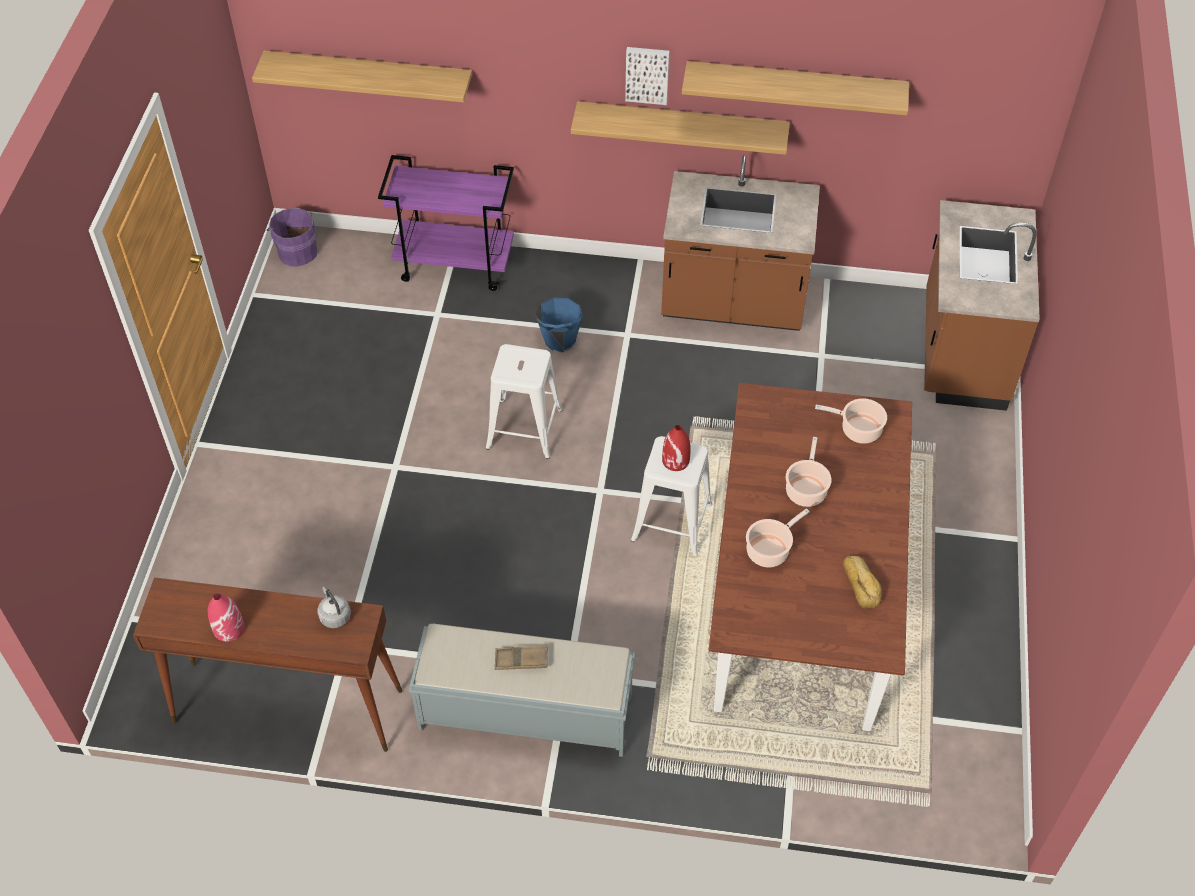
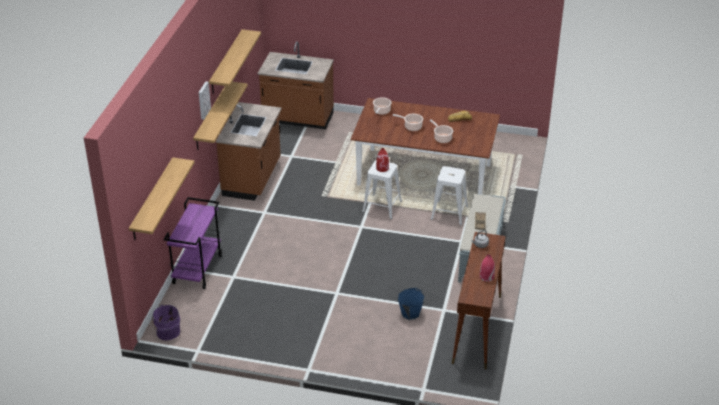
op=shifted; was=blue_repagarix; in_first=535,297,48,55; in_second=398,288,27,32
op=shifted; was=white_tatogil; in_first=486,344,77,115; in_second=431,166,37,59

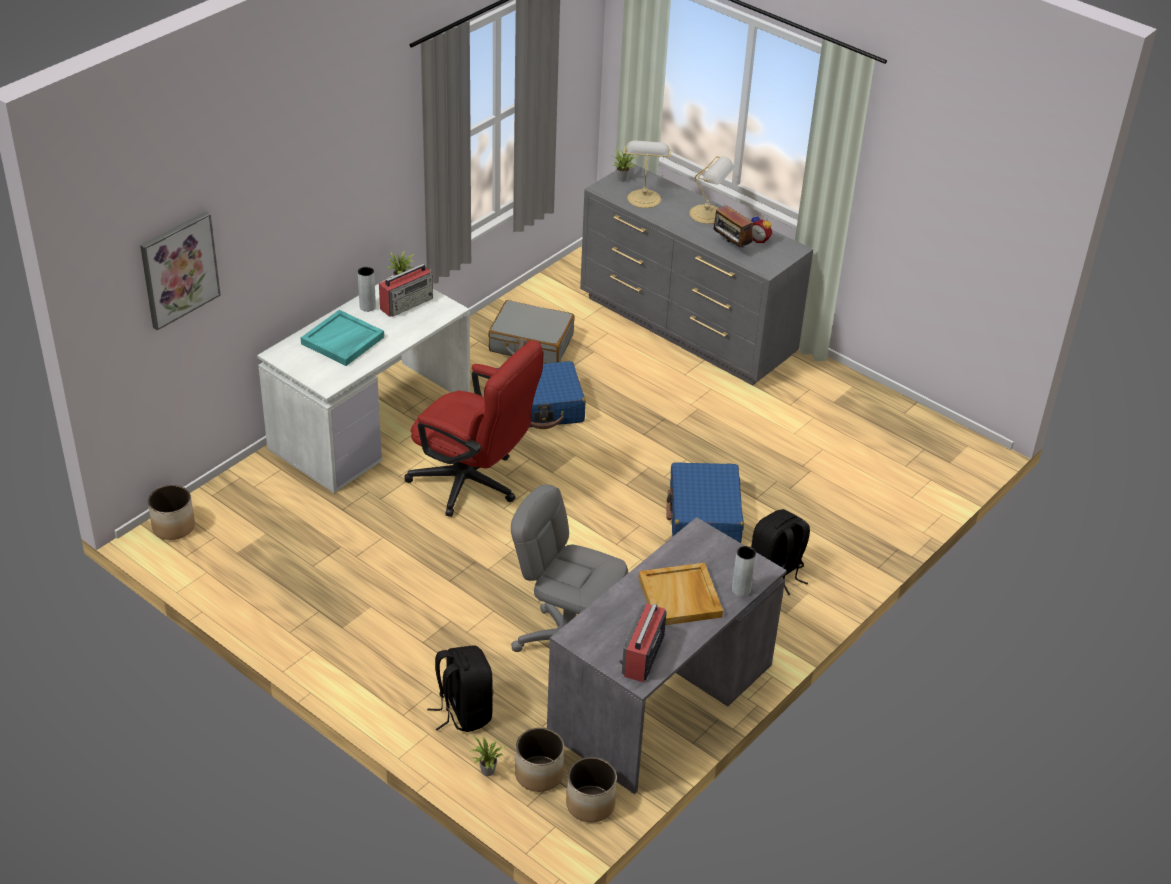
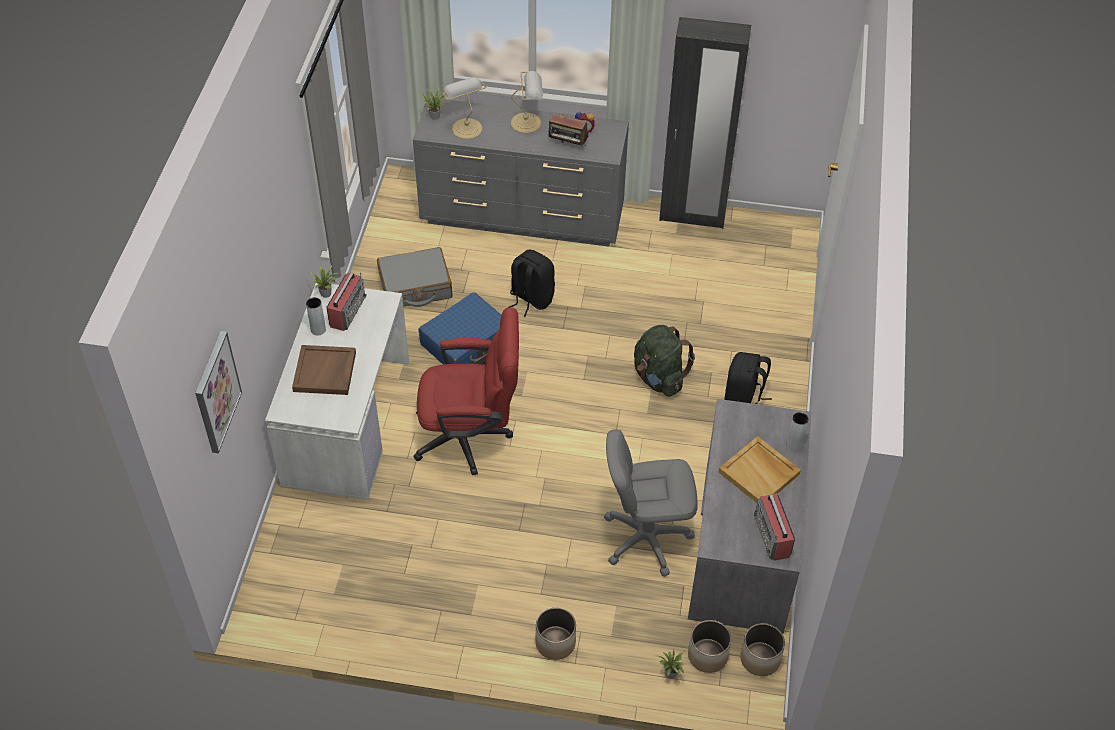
op=repainted; was=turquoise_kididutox; now=brown_kididutox; in_first=301,310,83,56; in_second=292,345,64,50
op=swapped; was=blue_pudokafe; now=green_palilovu; in_first=666,462,78,81; in_second=634,325,61,72
op=shifted; was=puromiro; in_first=148,485,47,55; in_second=535,607,41,53
op=shifted; was=black_palilovu; in_first=427,645,66,87; in_second=509,249,46,68
op=new; now=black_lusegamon; in_second=659,17,92,212

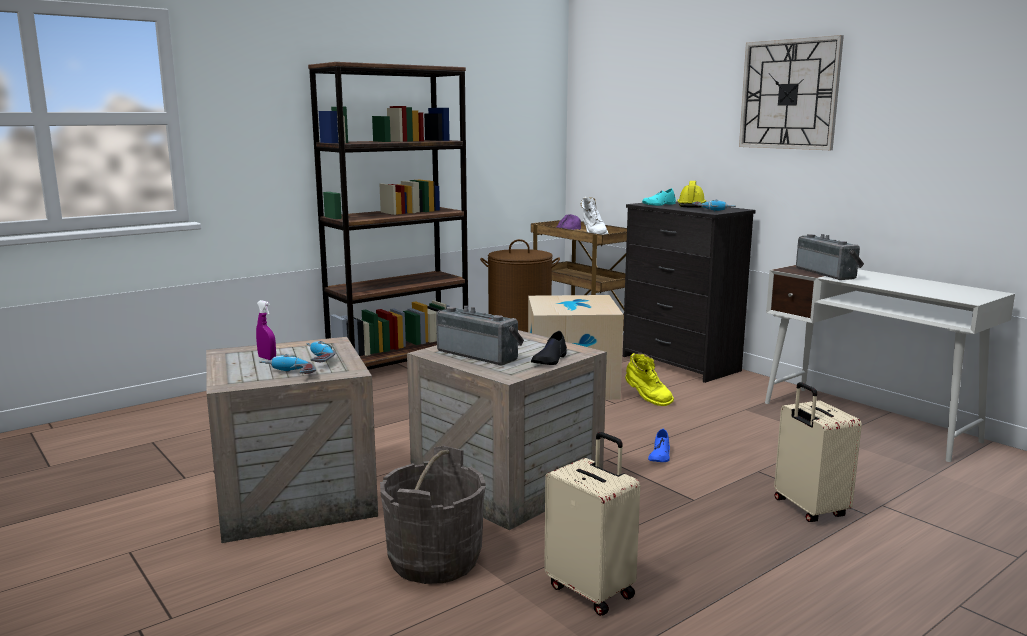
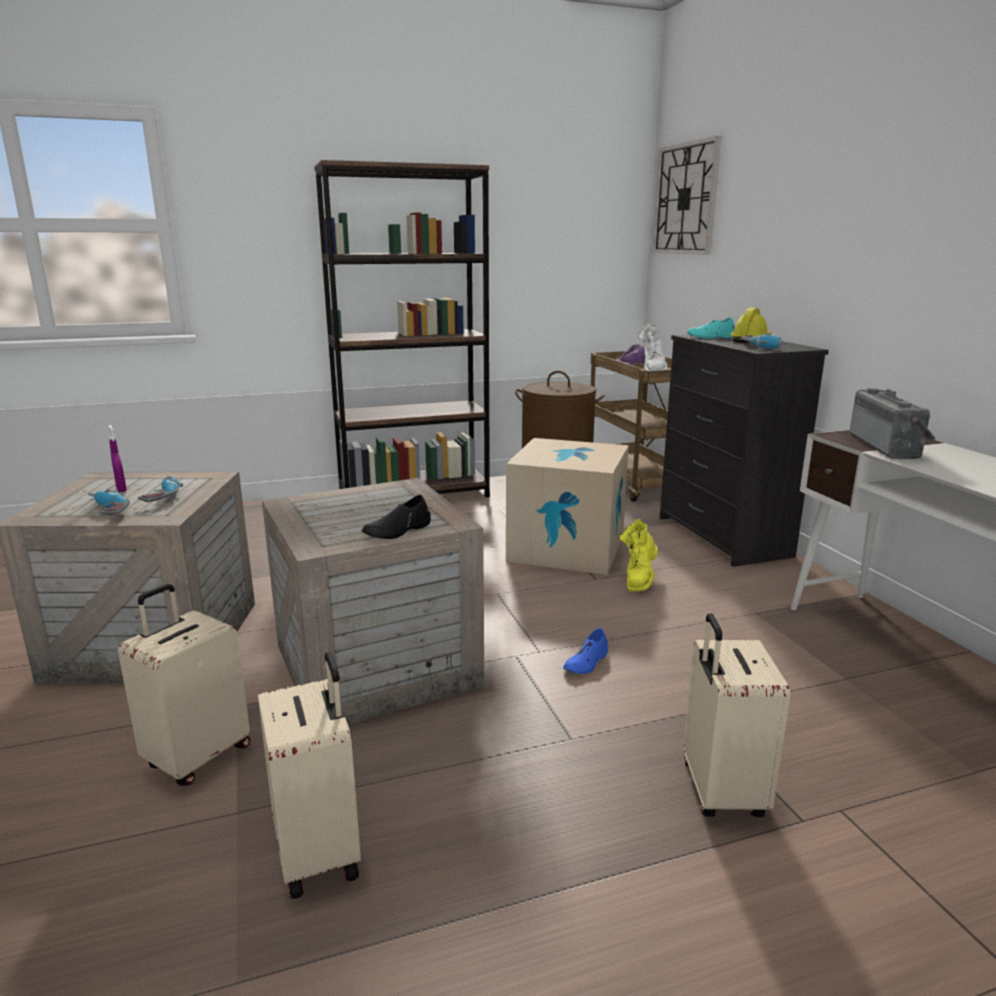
op=shifted; was=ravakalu; in_first=739,35,105,115; in_second=652,136,69,119
op=gone; was=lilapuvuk; in_first=436,306,88,60
op=rotated; was=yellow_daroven; in_first=625,353,49,53; in_second=620,519,38,73; clockwise=45
op=swapped; was=grey_repagarix; now=beige_pudokafe; in_first=380,446,106,138; in_second=118,584,133,202

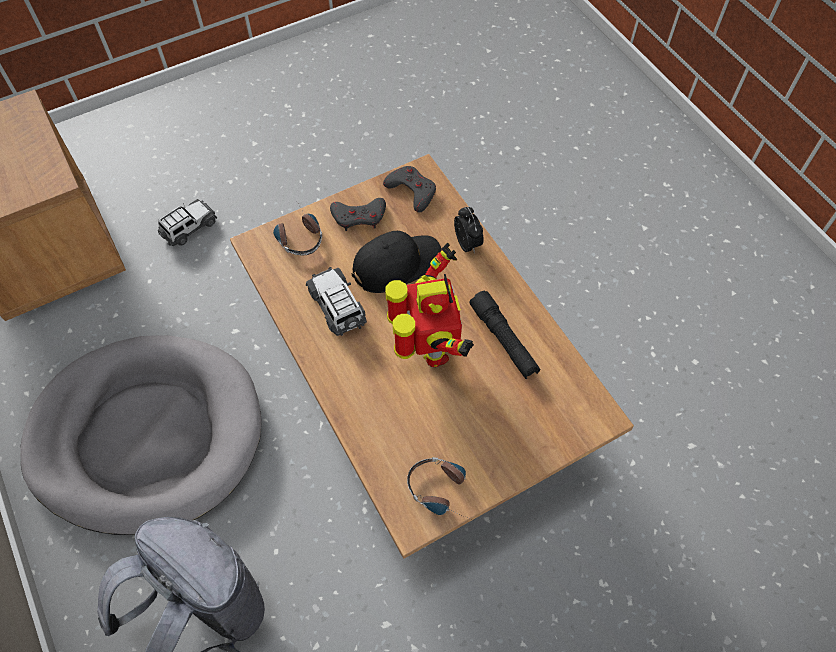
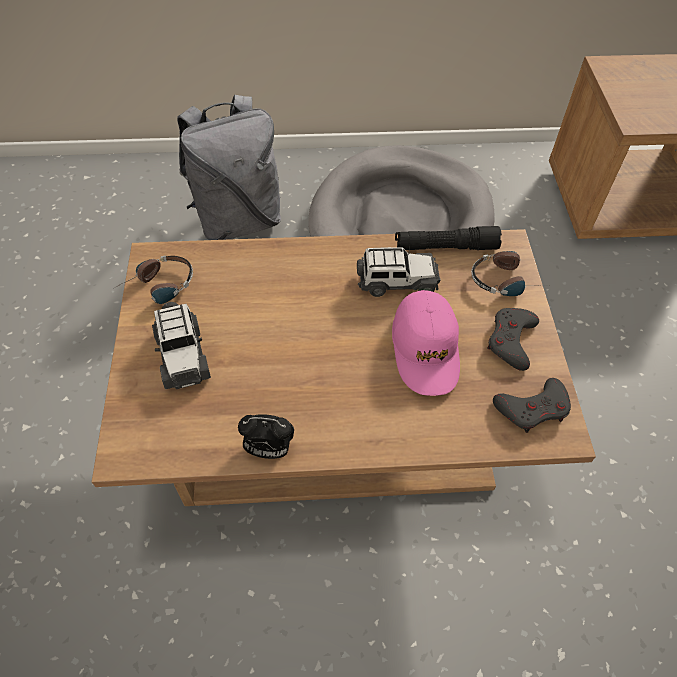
op=shifted; was=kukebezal; in_first=158,199,59,47; in_second=152,302,59,87
op=shifted; was=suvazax; in_first=454,207,30,46; in_second=238,414,56,45
op=repainted; was=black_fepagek; now=pink_fepagek; in_first=351,231,91,62; in_second=392,290,68,106
op=gone; was=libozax; in_first=385,243,89,124
op=shifted; was=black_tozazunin; in_first=469,291,71,88; in_second=395,226,107,24

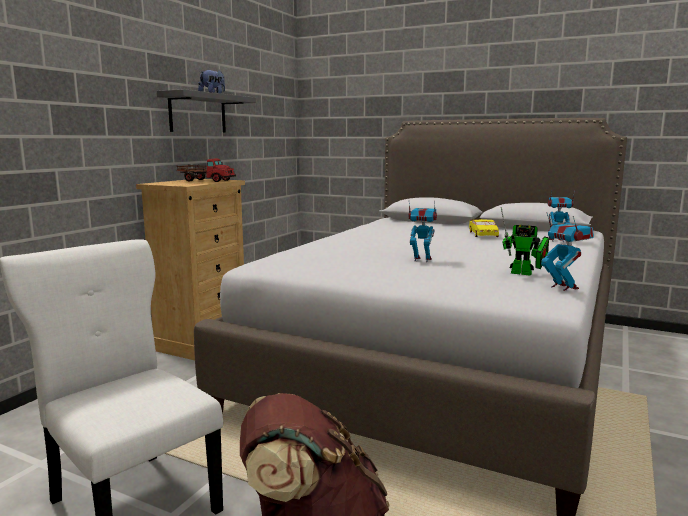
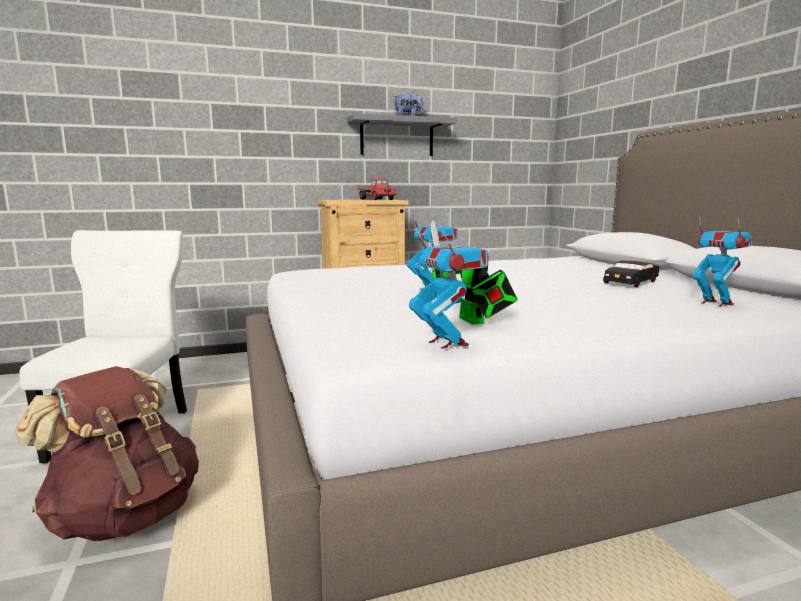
op=rotated; was=libozax; in_first=541,212,53,79; in_second=409,226,79,123; clockwise=-45
op=repainted; was=yellow_kukebezal; now=black_kukebezal; in_first=469,219,30,18; in_second=603,260,56,27

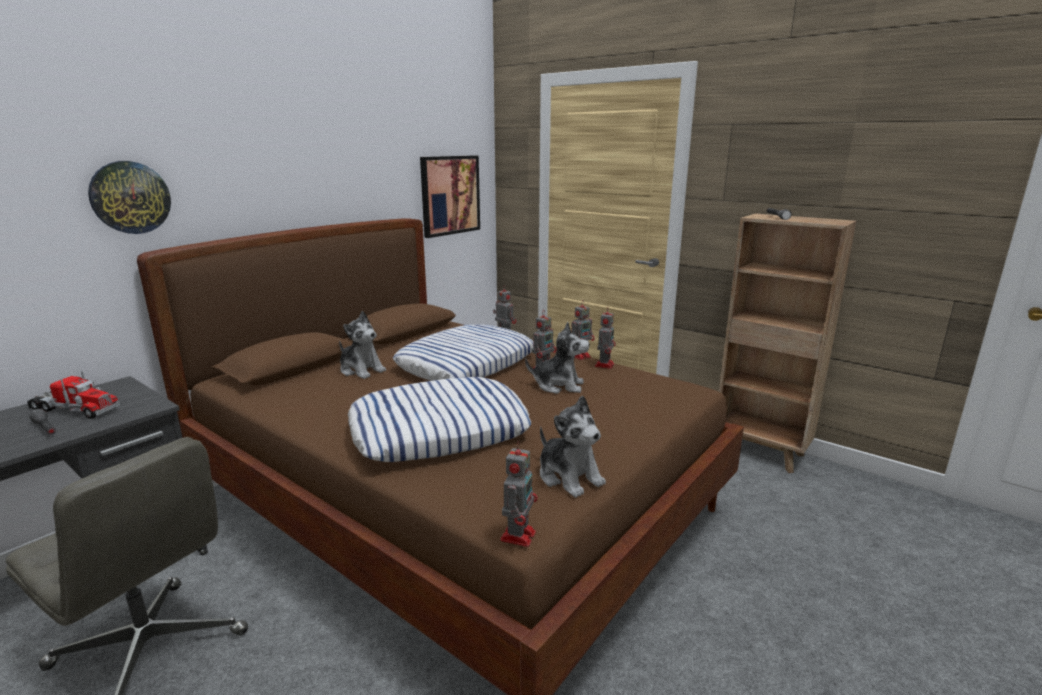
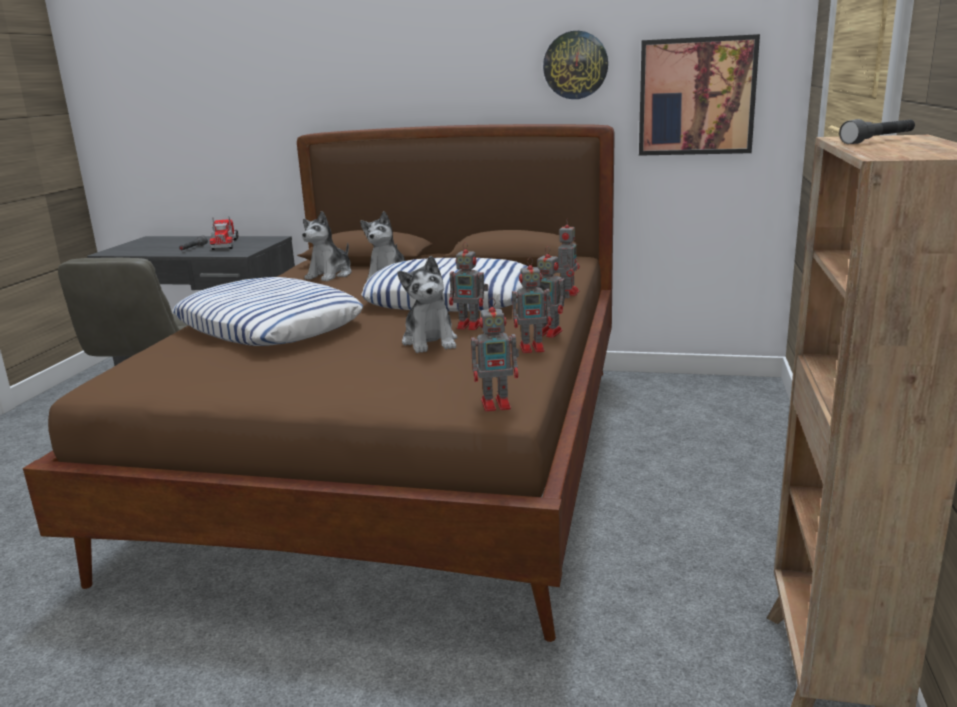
op=shifted; was=ravakalu; in_first=88,161,83,73; in_second=543,31,65,68
op=shifted; was=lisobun; in_first=540,395,66,103; in_second=302,211,49,70
op=shifted; was=libozax; in_first=500,441,38,106; in_second=471,298,48,114

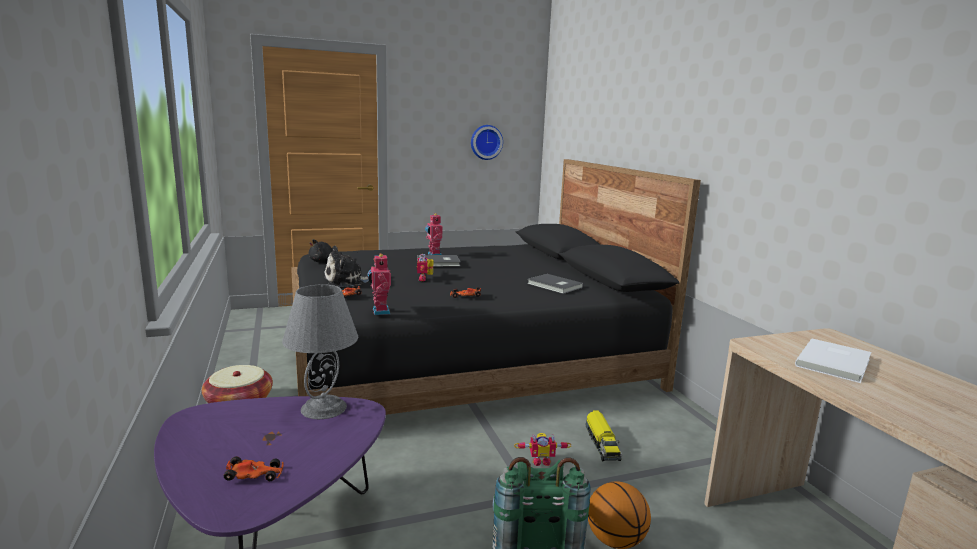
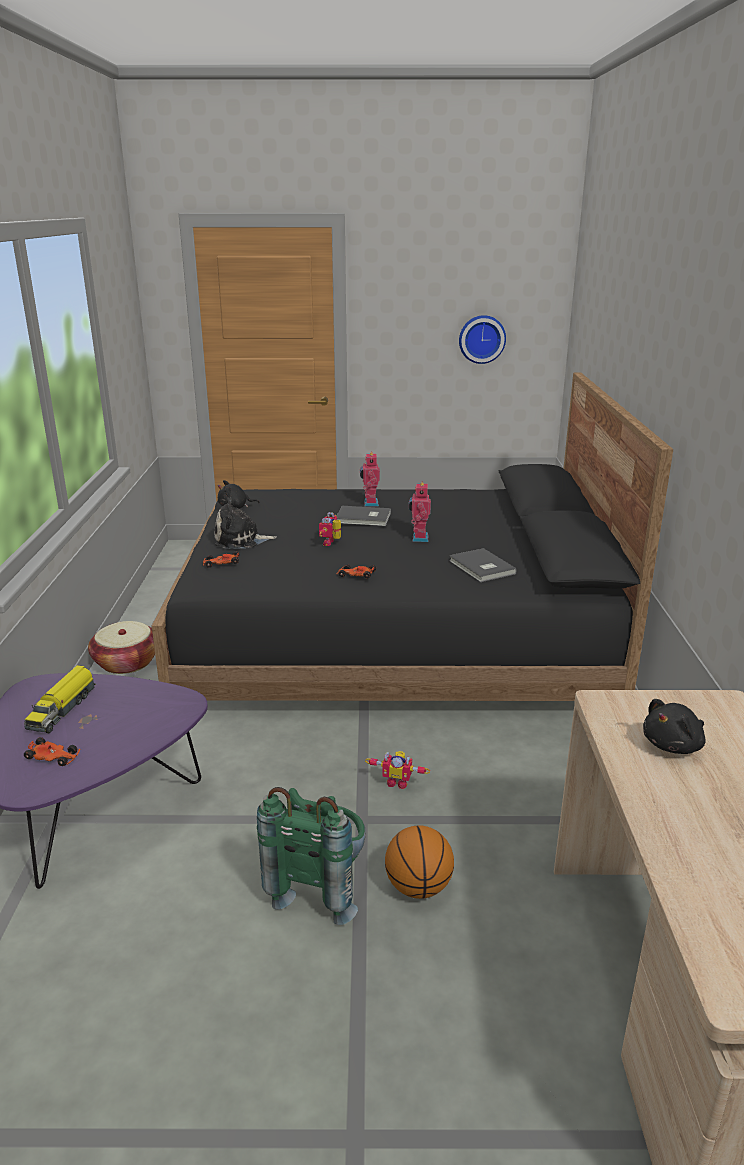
op=shifted; was=libozax; in_first=367,253,24,62; in_second=409,481,22,61
op=gone; was=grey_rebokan; in_first=282,285,76,134
op=swapped; was=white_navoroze; now=black_lisobun; in_first=795,338,76,45; in_second=643,699,63,55
op=shifted; was=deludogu; in_first=586,410,36,51; in_second=24,665,72,68

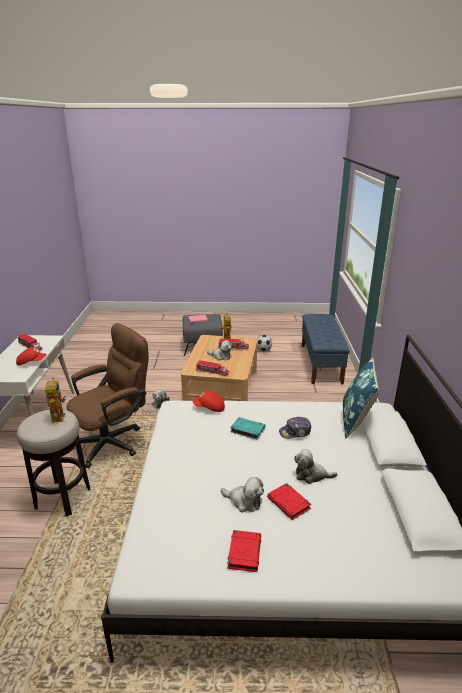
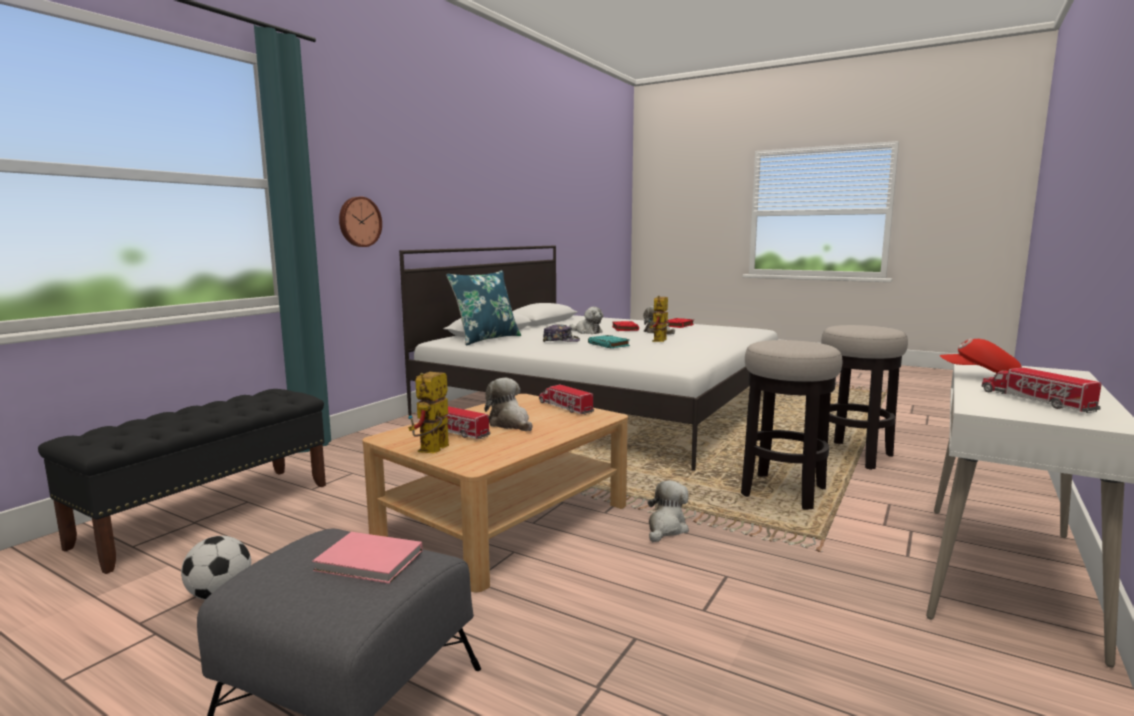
op=repainted; was=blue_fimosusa; now=black_fimosusa; in_first=302,314,48,70; in_second=38,389,288,185
op=swapped; was=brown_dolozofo; now=tatogil; in_first=66,323,83,145; in_second=741,340,101,170
op=shifted; was=libozax; in_first=45,377,21,46; in_second=649,295,21,47
op=gone; was=red_fepagek; in_first=193,391,32,21
op=new; now=ravakalu; in_second=339,197,43,50

